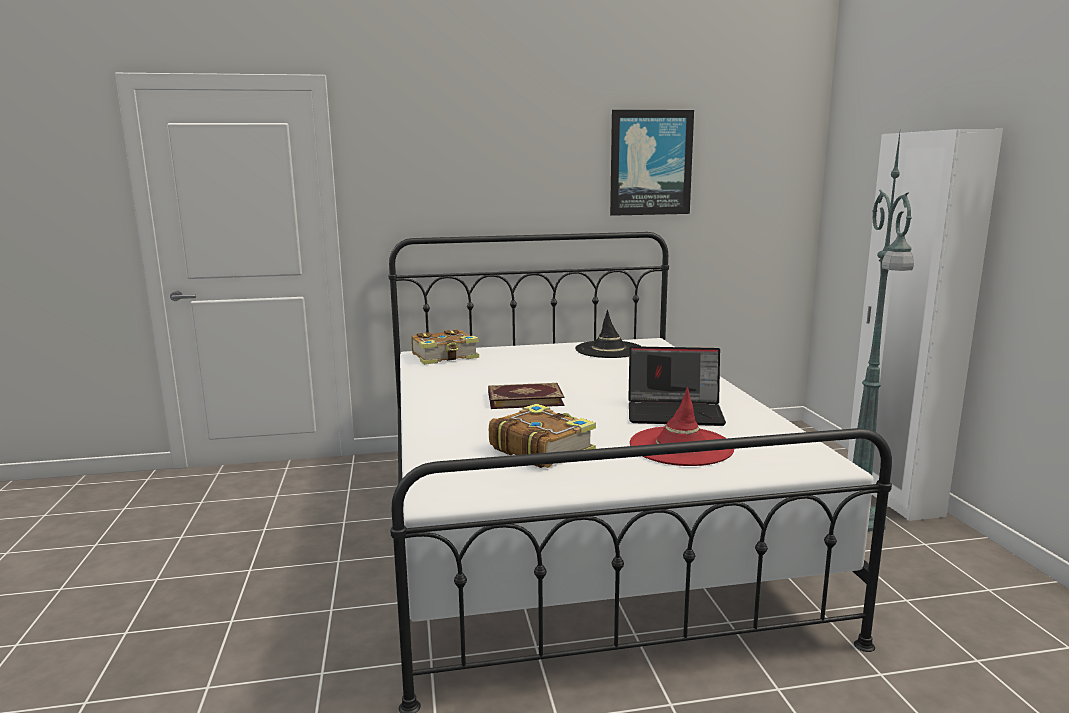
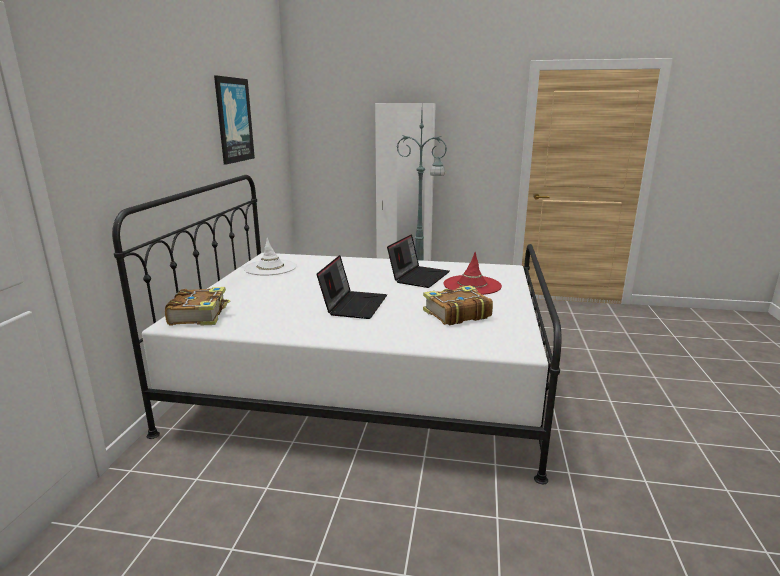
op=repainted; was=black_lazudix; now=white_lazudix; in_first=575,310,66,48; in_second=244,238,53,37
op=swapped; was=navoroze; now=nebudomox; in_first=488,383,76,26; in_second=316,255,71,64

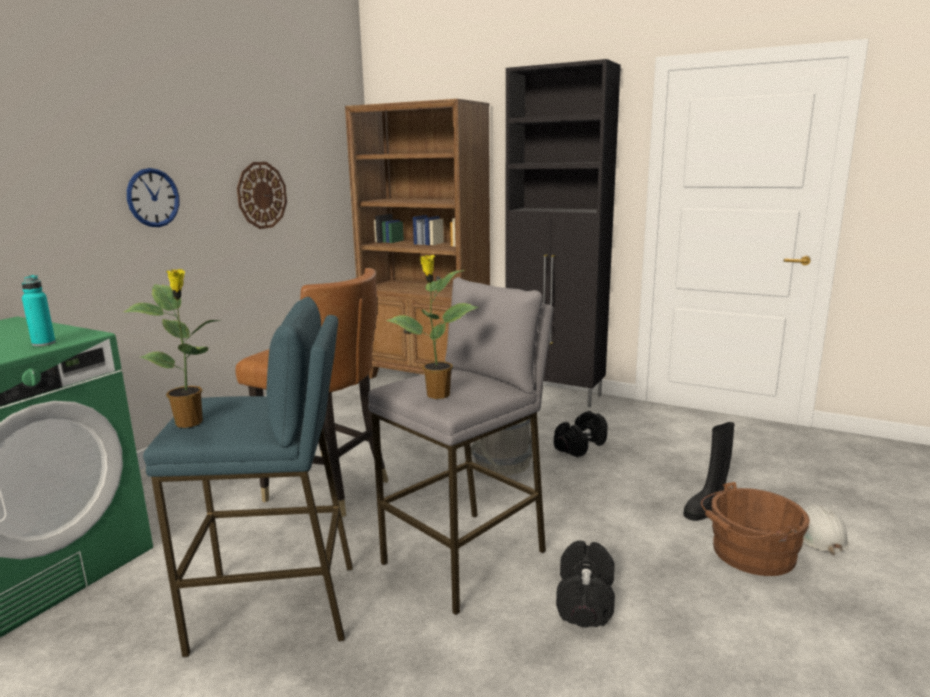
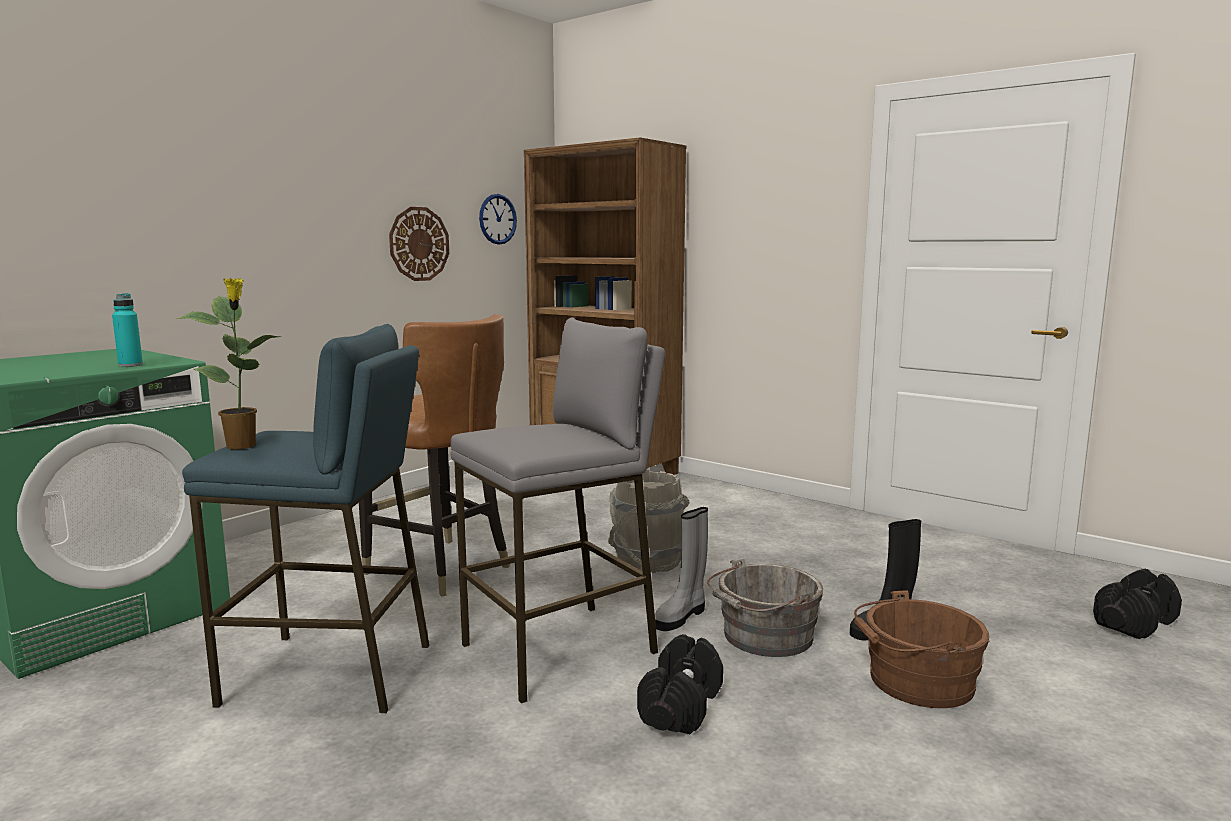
op=gone; was=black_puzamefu; in_first=505,59,116,348
op=shifted; was=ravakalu; in_first=127,168,52,59; in_second=479,194,38,51
op=gone; was=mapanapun; in_first=386,255,92,144
op=shifted; was=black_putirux; in_first=554,411,54,46; in_second=1093,569,89,70
op=gone; was=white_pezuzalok; in_first=803,504,47,51
op=new; now=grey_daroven; in_second=655,507,53,124
op=new; now=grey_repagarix; in_second=707,557,116,100

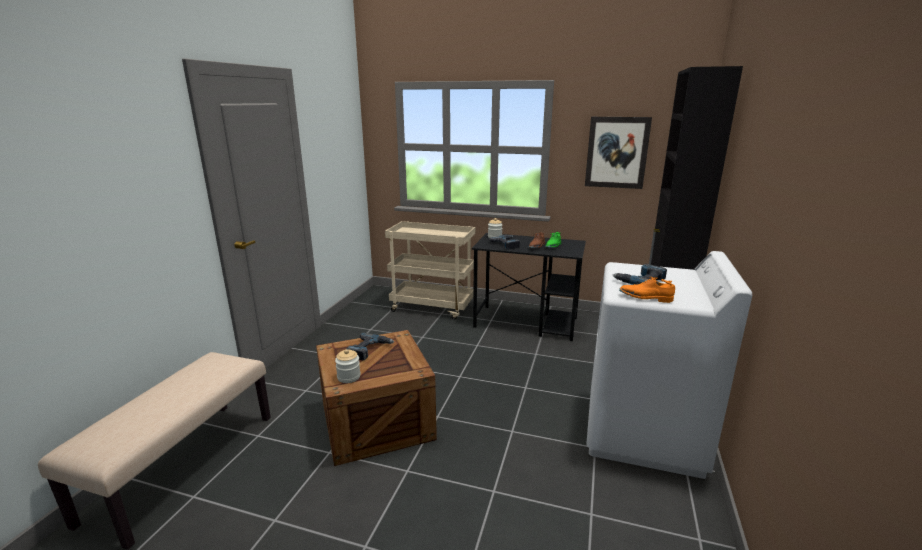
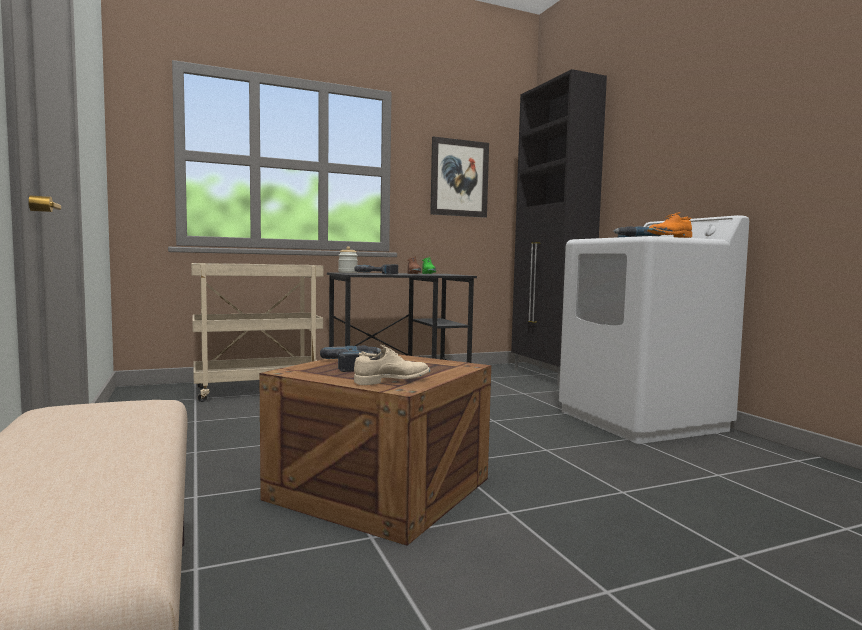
op=swapped; was=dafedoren; now=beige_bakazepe; in_first=335,349,26,34; in_second=354,345,77,40

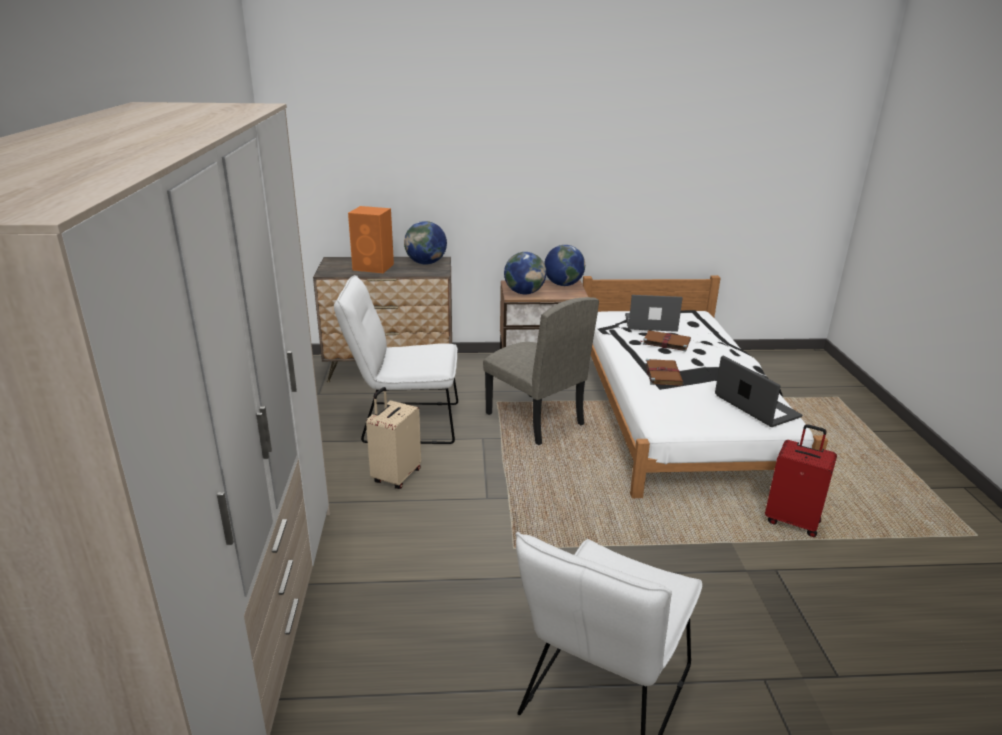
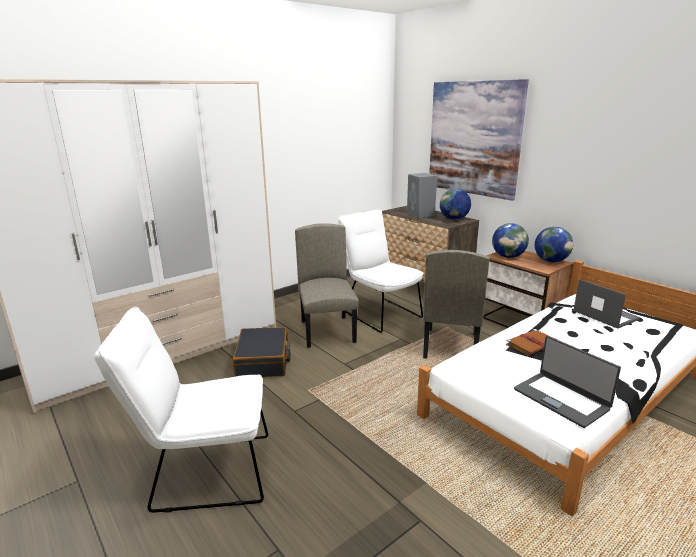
op=repainted; was=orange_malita; now=grey_malita; in_first=348,206,46,67; in_second=407,173,30,45
op=gone; was=brown_navoroze; in_first=640,330,51,22
op=rotated; was=nebudomox; in_first=715,356,87,71; in_second=514,336,107,92; clockwise=120
op=swapped; was=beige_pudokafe; now=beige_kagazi; in_first=366,387,55,102; in_second=295,223,64,125
op=gone; was=red_pudokafe; in_first=765,424,72,113
op=new; now=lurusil; in_second=429,79,100,122
op=new; now=black_pudokafe; in_second=233,327,58,50

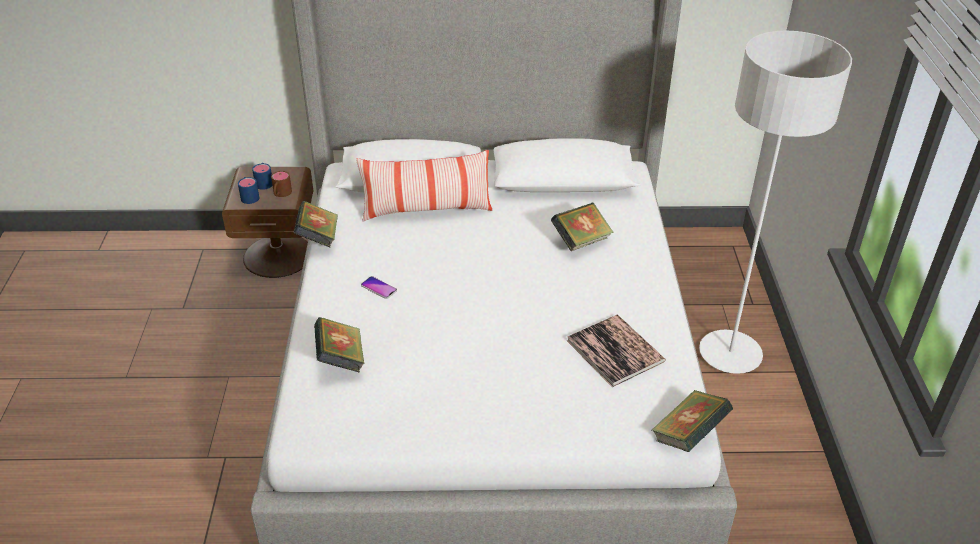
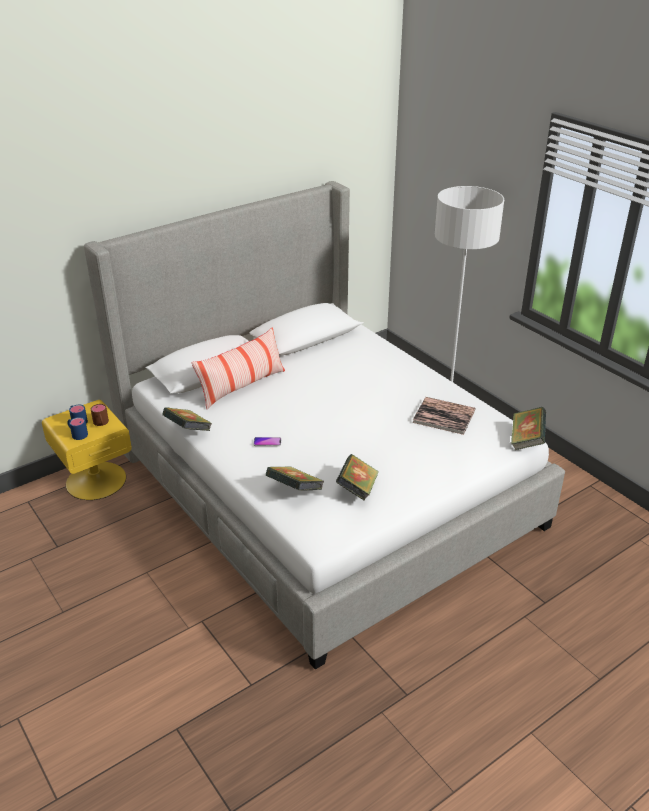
op=repainted; was=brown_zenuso; now=yellow_zenuso; in_first=222,167,91,111; in_second=42,400,90,100
op=shifted; was=navoroze; in_first=551,203,63,48; in_second=336,454,43,47

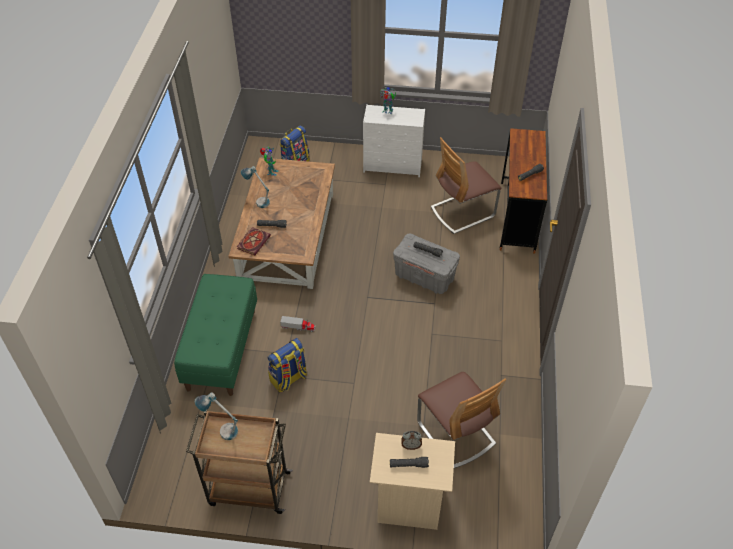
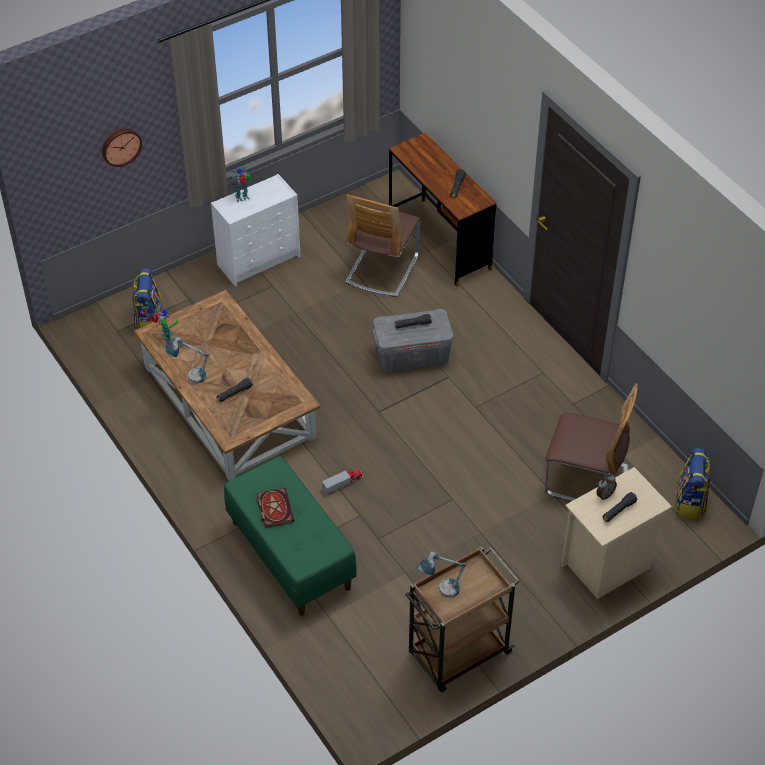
op=shifted; was=navoroze; in_first=237,227,34,28; in_second=257,488,37,40
op=shifted; was=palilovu; in_first=267,338,40,54; in_second=676,448,35,71
op=new; now=ravakalu; in_second=102,129,40,38

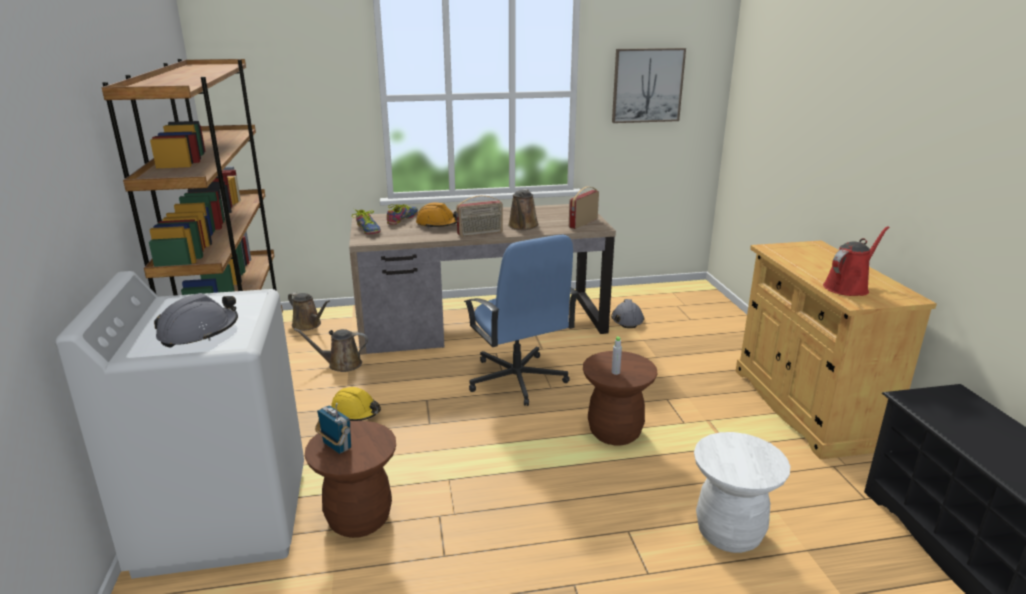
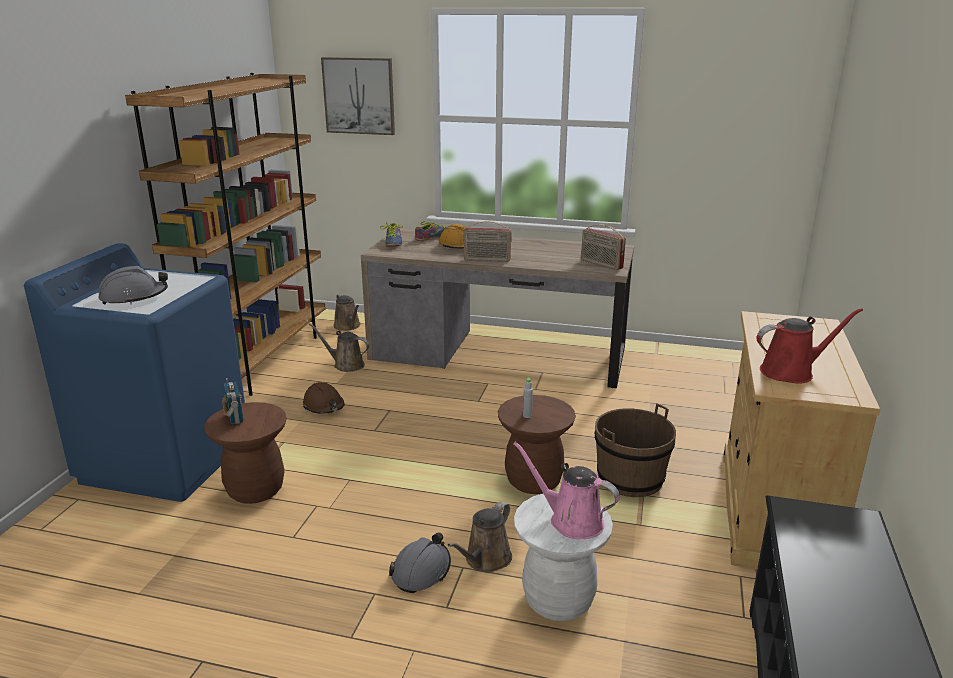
op=shifted; was=lurusil; in_first=612,48,74,75; in_second=321,57,74,78
op=rotated; was=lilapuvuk; in_first=569,187,30,42; in_second=581,224,45,46; clockwise=-105
op=shifted; was=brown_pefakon; in_first=508,189,31,41; in_second=448,502,64,71
op=gone; was=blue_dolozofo; in_first=464,235,114,171
op=repainted; was=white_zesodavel; now=blue_zesodavel; in_first=55,271,249,308; in_second=24,243,221,259
op=shifted; was=grey_pezuzalok; in_first=611,299,33,29; in_second=389,532,62,61
op=repainted; was=yellow_pezuzalok; now=brown_pezuzalok; in_first=331,387,50,34; in_second=303,382,41,32
op=new; now=brown_repagarix; in_second=595,403,81,94
op=new; now=pink_pefakon; in_second=513,442,107,97

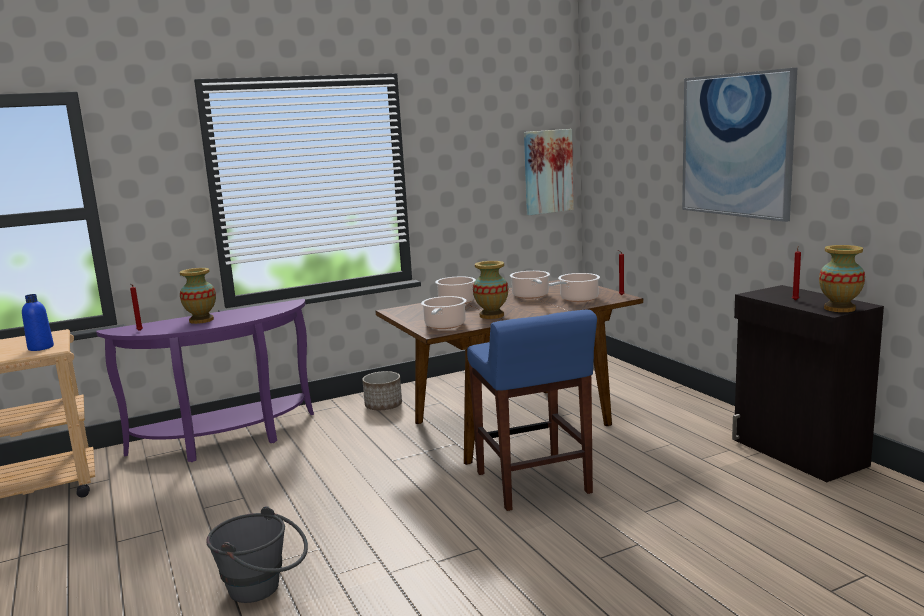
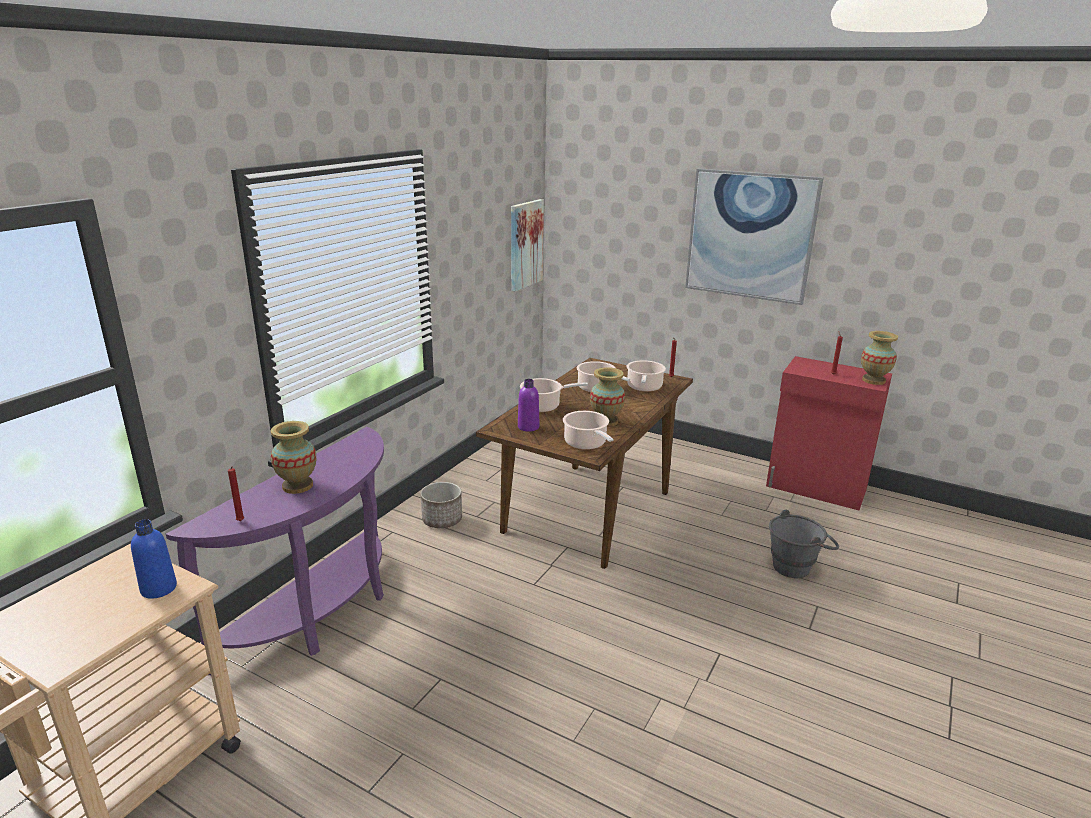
op=repainted; was=black_puzamefu; now=red_puzamefu; in_first=732,285,152,197; in_second=766,356,126,154
op=gone; was=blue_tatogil; in_first=467,310,130,201
op=shifted; was=grey_repagarix; in_first=206,506,102,97; in_second=769,509,70,69
op=new; now=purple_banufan; in_second=518,379,21,53

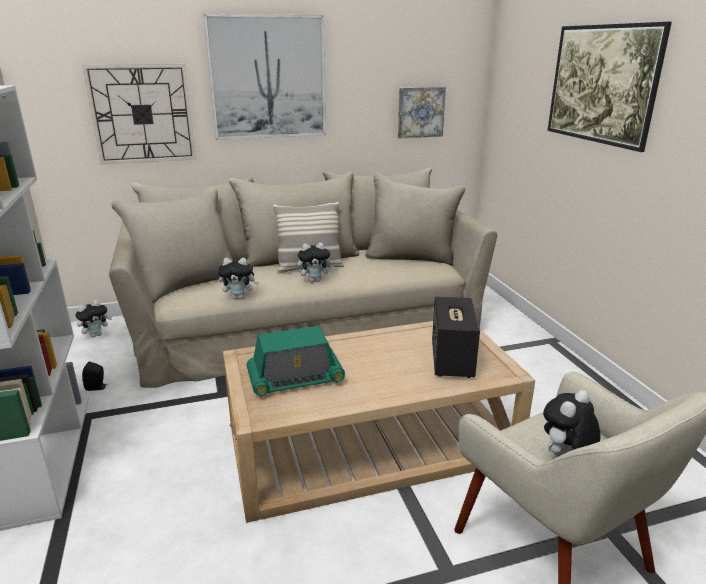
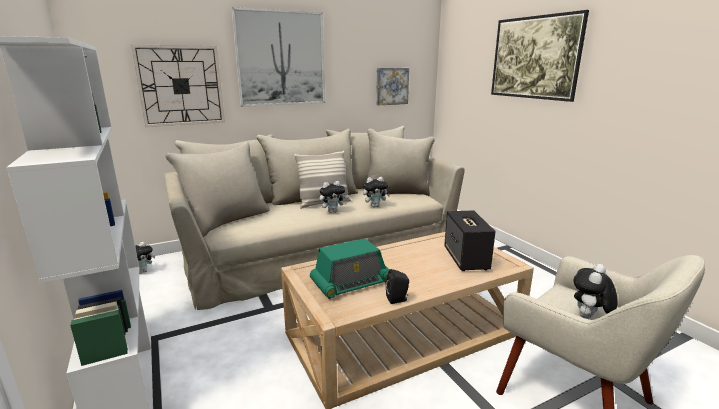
op=shifted; was=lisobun; in_first=218,258,41,41; in_second=363,177,27,30
op=shifted; was=black_malita; in_first=82,362,25,29; in_second=386,269,23,35

